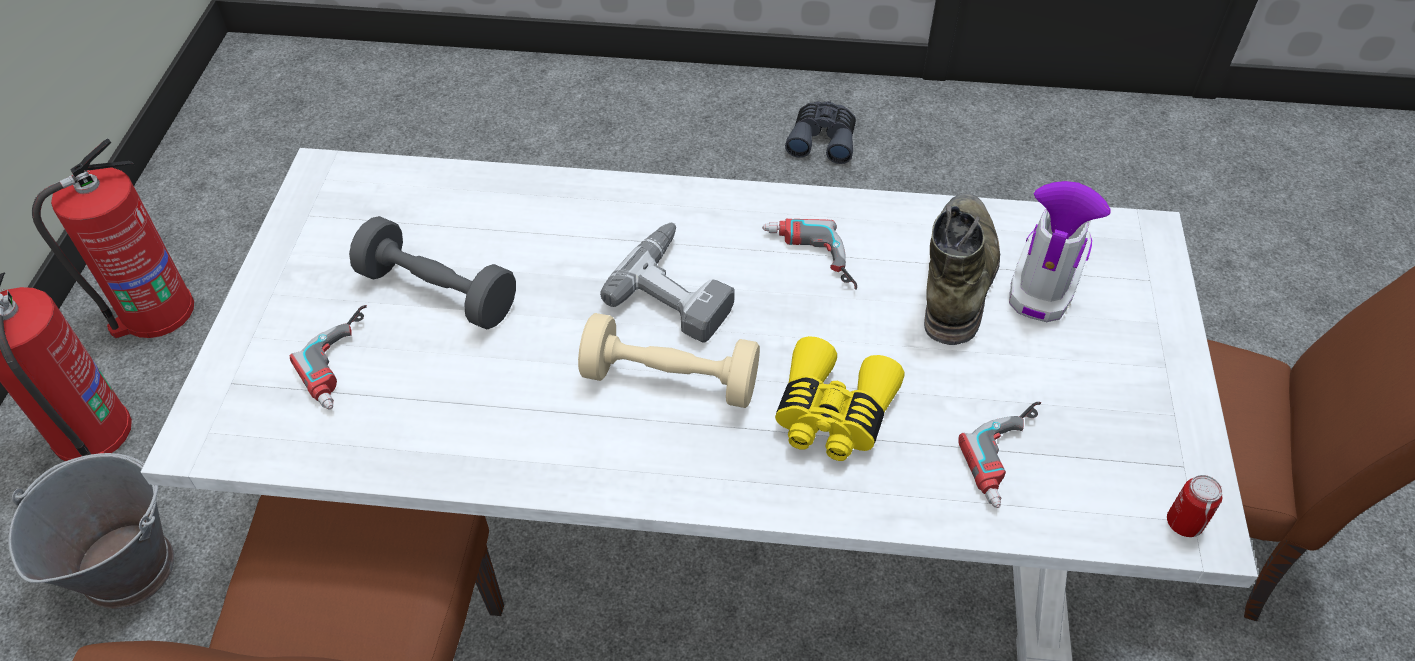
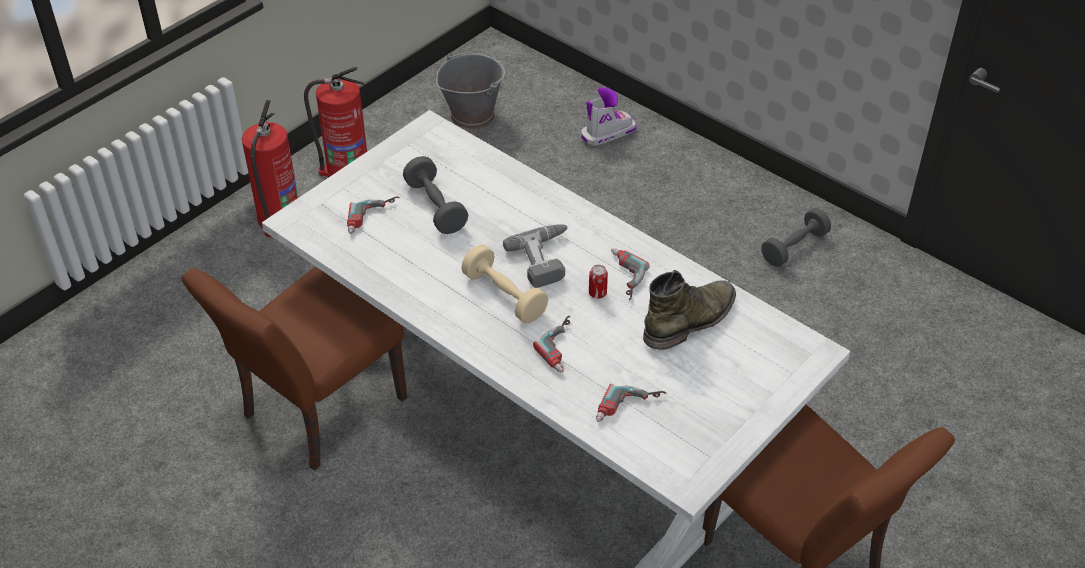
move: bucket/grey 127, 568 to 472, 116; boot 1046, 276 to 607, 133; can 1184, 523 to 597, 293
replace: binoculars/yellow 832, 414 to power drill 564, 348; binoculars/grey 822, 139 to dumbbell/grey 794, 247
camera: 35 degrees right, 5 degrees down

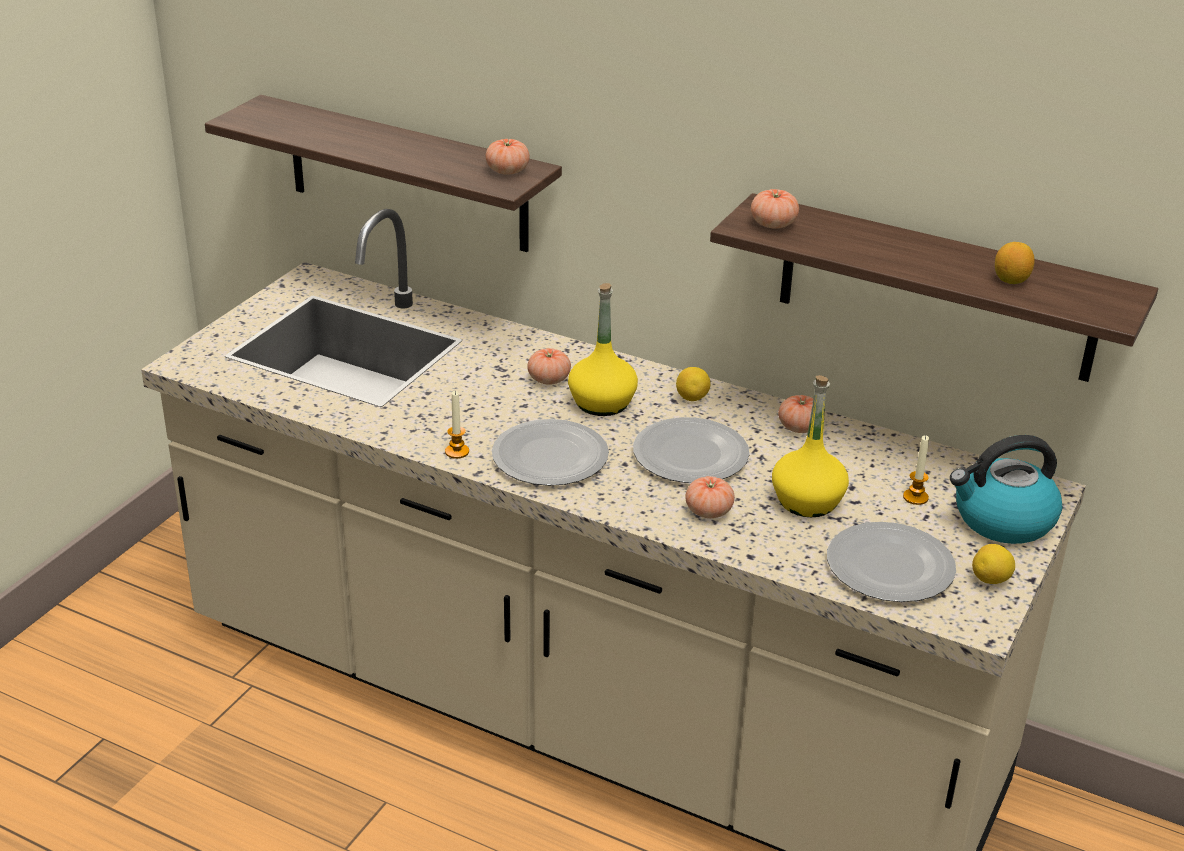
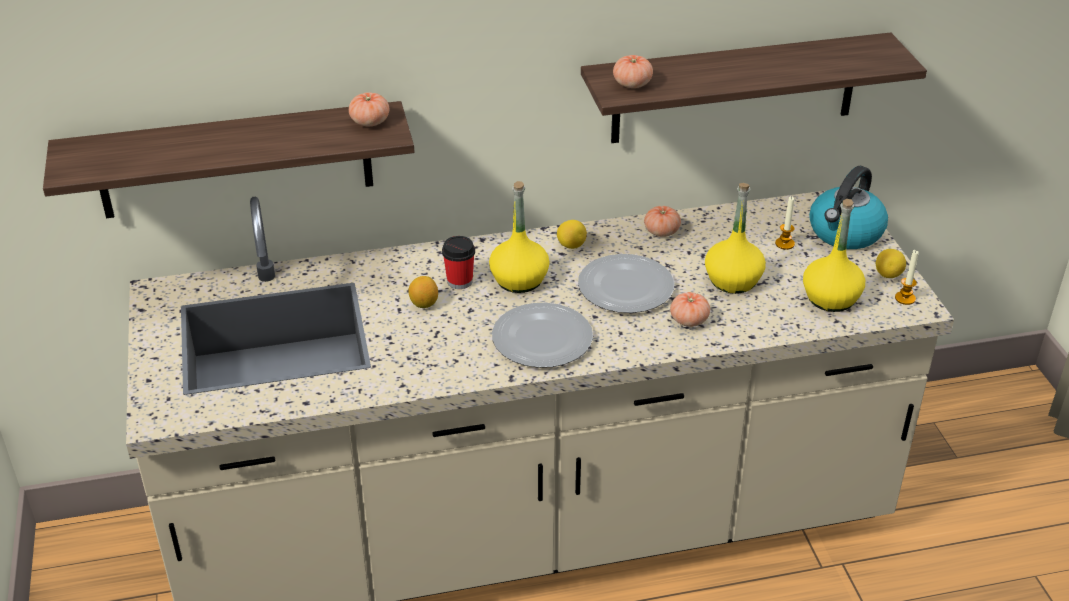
move: lemon 1011, 280 to 424, 304; candle 457, 452 to 905, 298
replace: tomato 549, 379 to cup 459, 281; plate 888, 567 to bottle/yellow 831, 298
camera: 40 degrees left, 5 degrees up

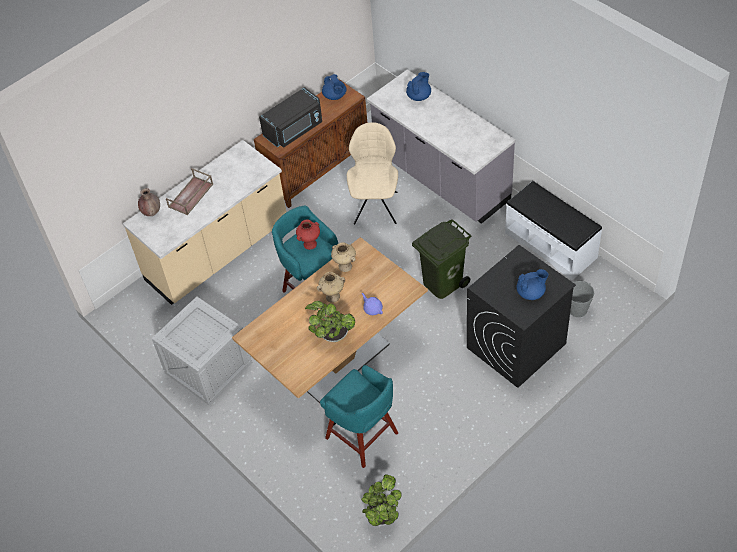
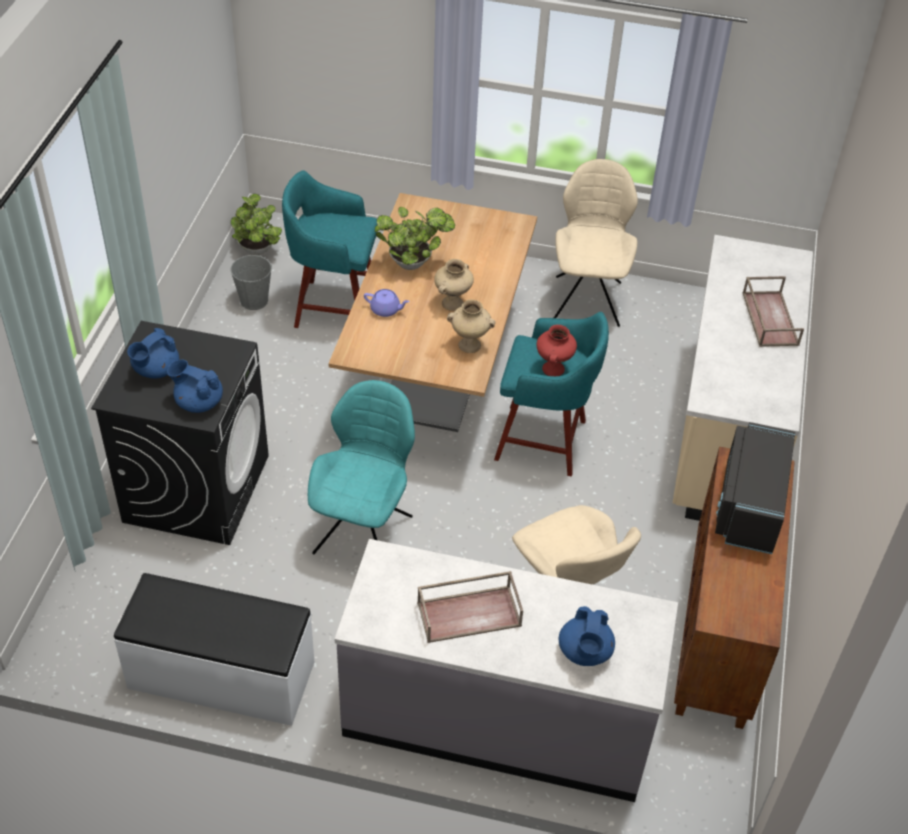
delete: vase/brown 151, 212
insert: tray/brown 470, 613
move: teapot/blue 335, 96 to 198, 402; bucket/grey 577, 309 to 254, 300
replace: trash can/green 442, 282 to chair/turquoise 364, 532; crate 207, 368 to chair/beige 587, 299
camera: 140 degrees right, 5 degrees down

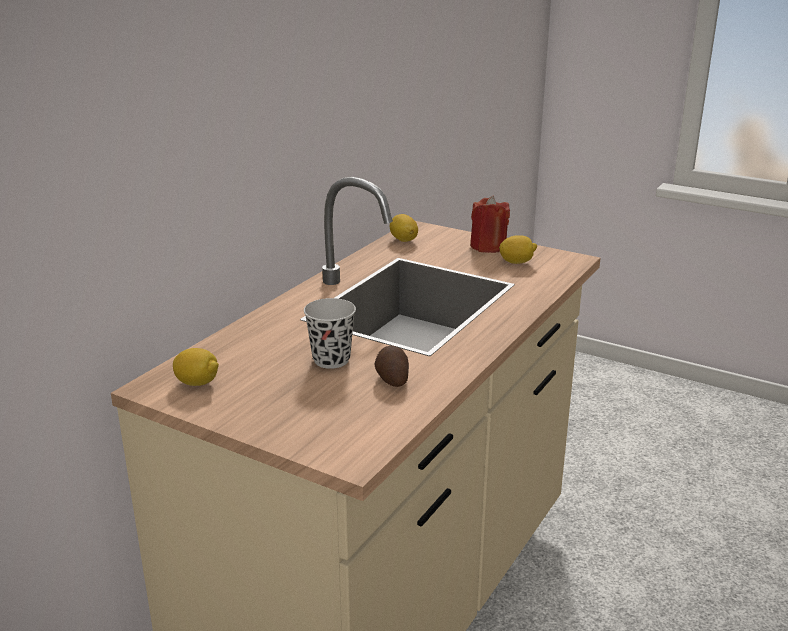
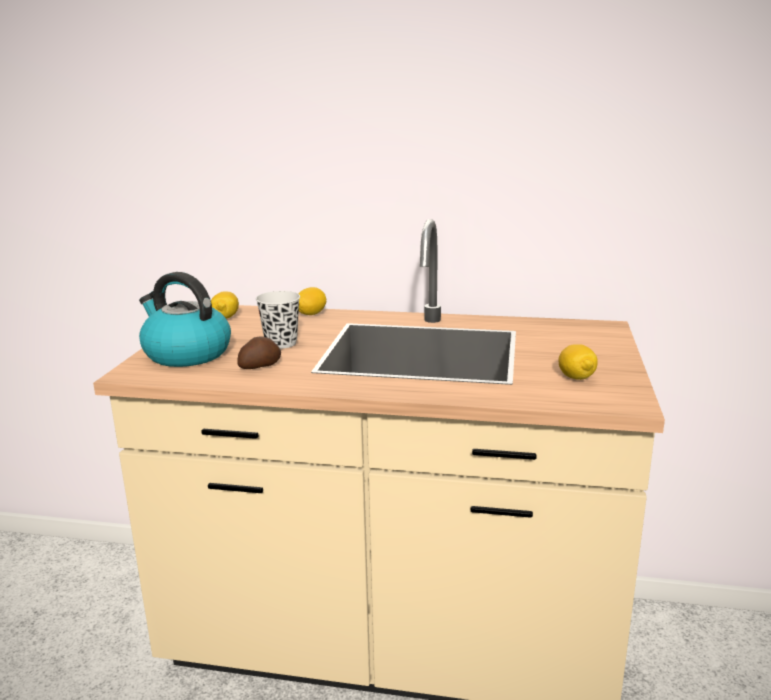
delete: candle/red 488, 247
insert: kettle 186, 354
move: lemon 403, 240 to 311, 314
camera: 70 degrees right, 5 degrees down

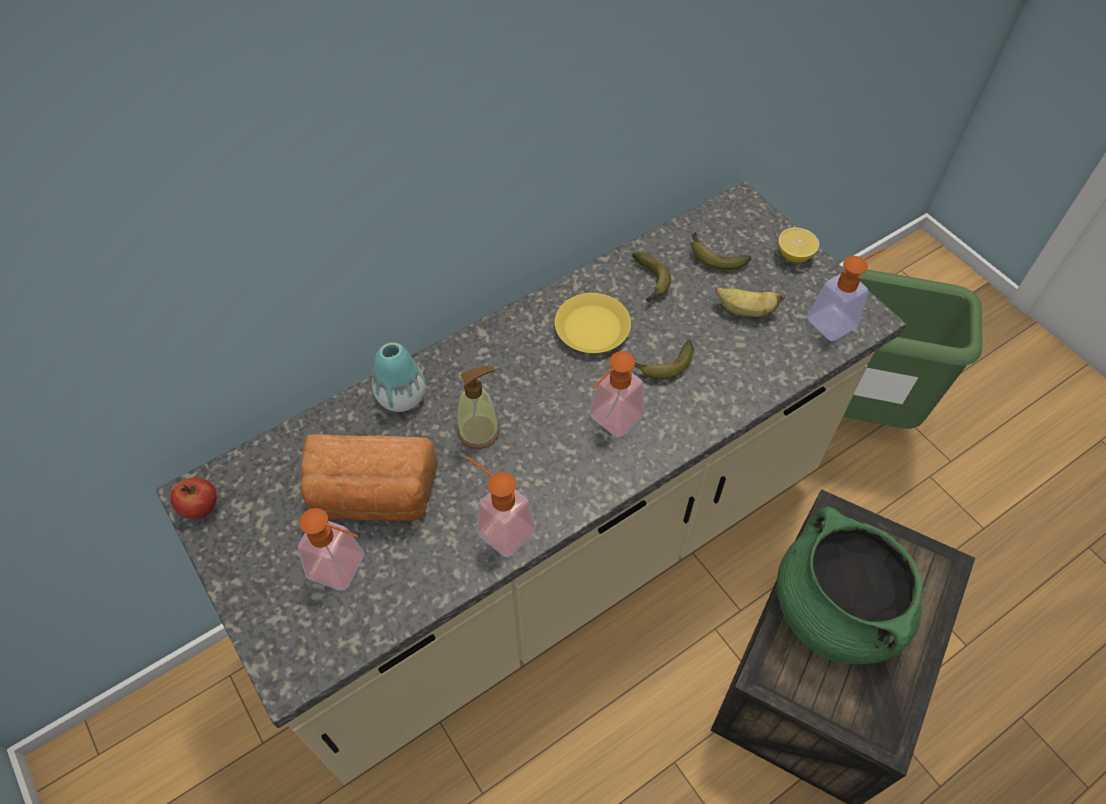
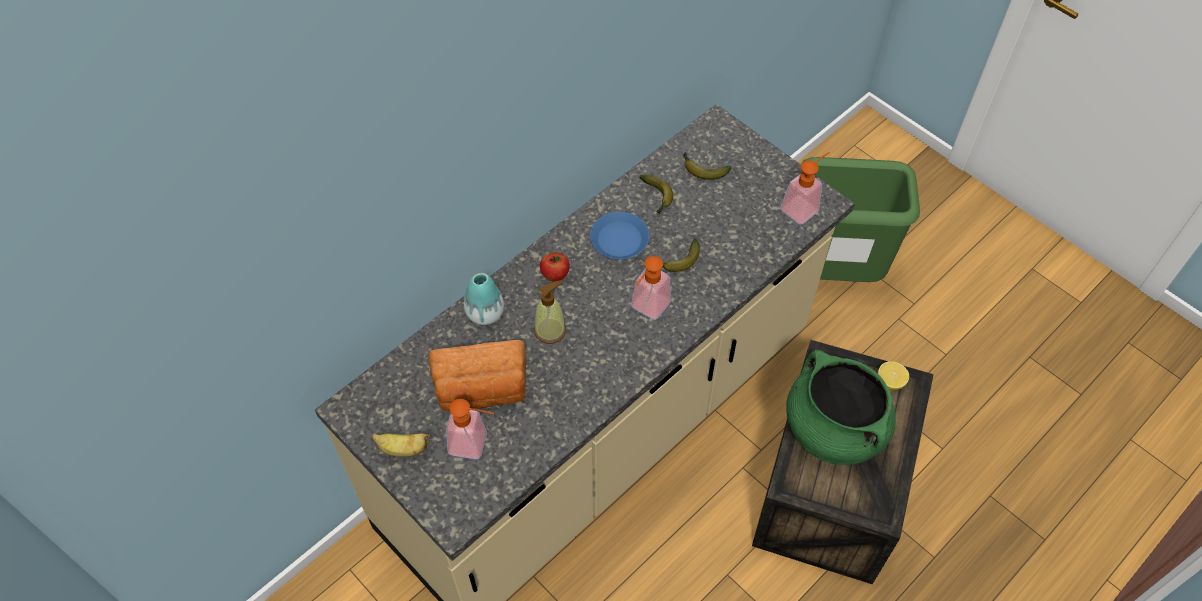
delete: soap dispenser 499, 526
move: banana 745, 311 to 403, 449; apple 201, 508 to 555, 275; lemon 794, 255 to 890, 381
recolor: plate/yellow 592, 328 to plate/blue 619, 240
camera: 10 degrees left, 0 degrees up

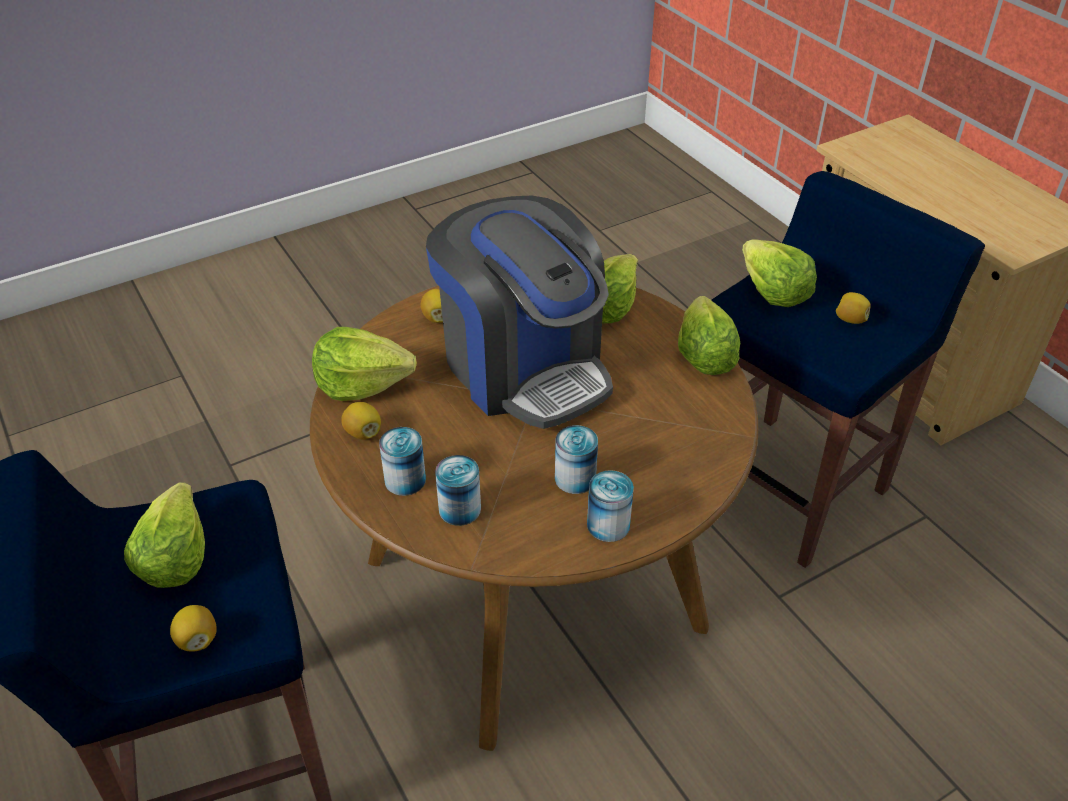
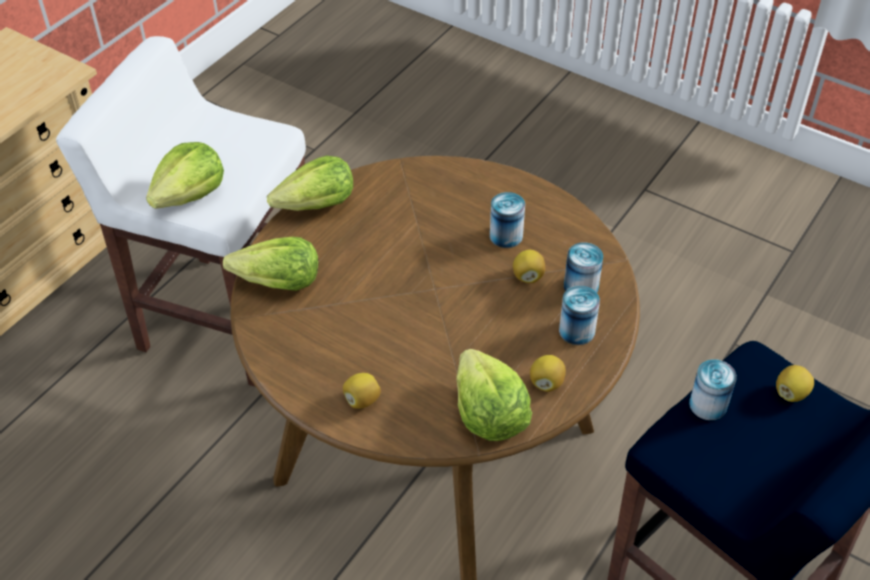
delete: lettuce 174, 556; coffee machine 524, 367
move: lemon 850, 319 to 528, 276; can 608, 525 to 708, 405
recolor: stool/blue 789, 486 to stool/white 226, 317
camera: 115 degrees left, 5 degrees up

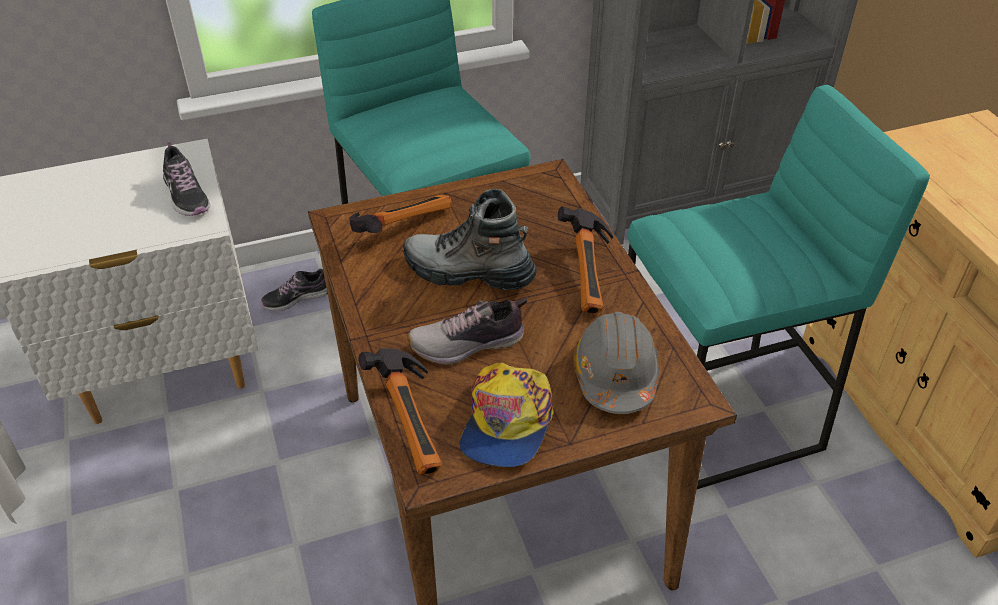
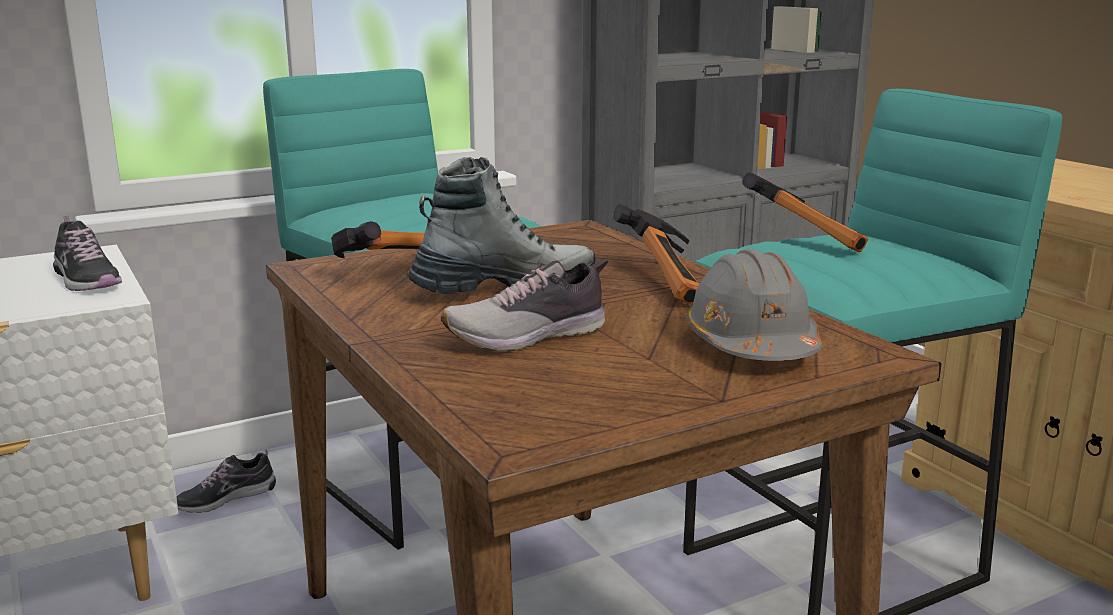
delete: cap 506, 422
move: hammer 415, 422 to 810, 237
rotate: boot 468, 272 = 504, 289 150 degrees clockwise
camera: 10 degrees left, 25 degrees down

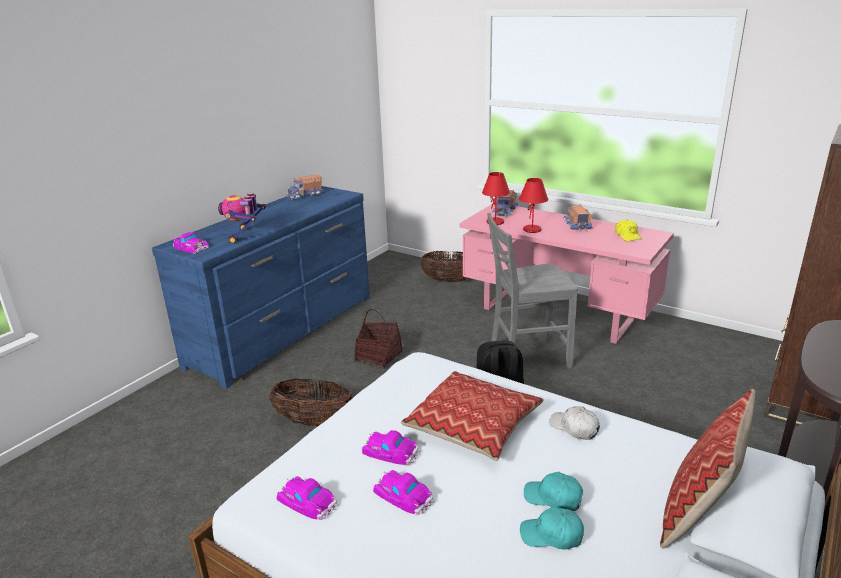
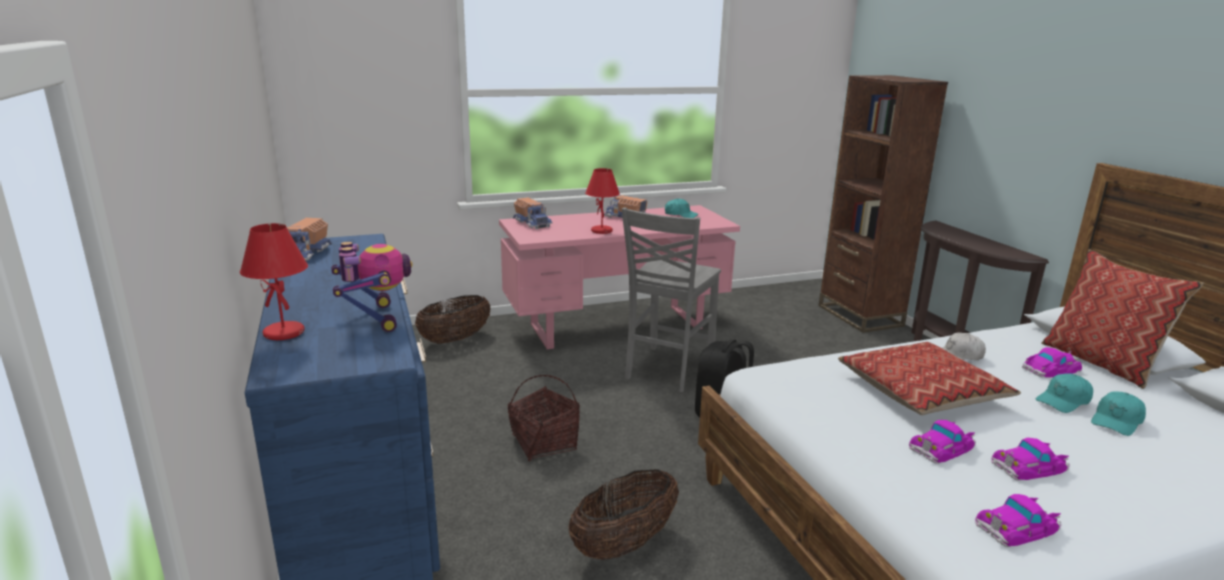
move: table lamp/red 495, 222 to 285, 333; toy car 190, 247 to 1050, 369
recolor: cap/yellow 627, 236 to cap/turquoise 680, 215
rotate: toy robot 245, 236 = 375, 318 150 degrees counterclockwise
camera: 55 degrees left, 5 degrees down

